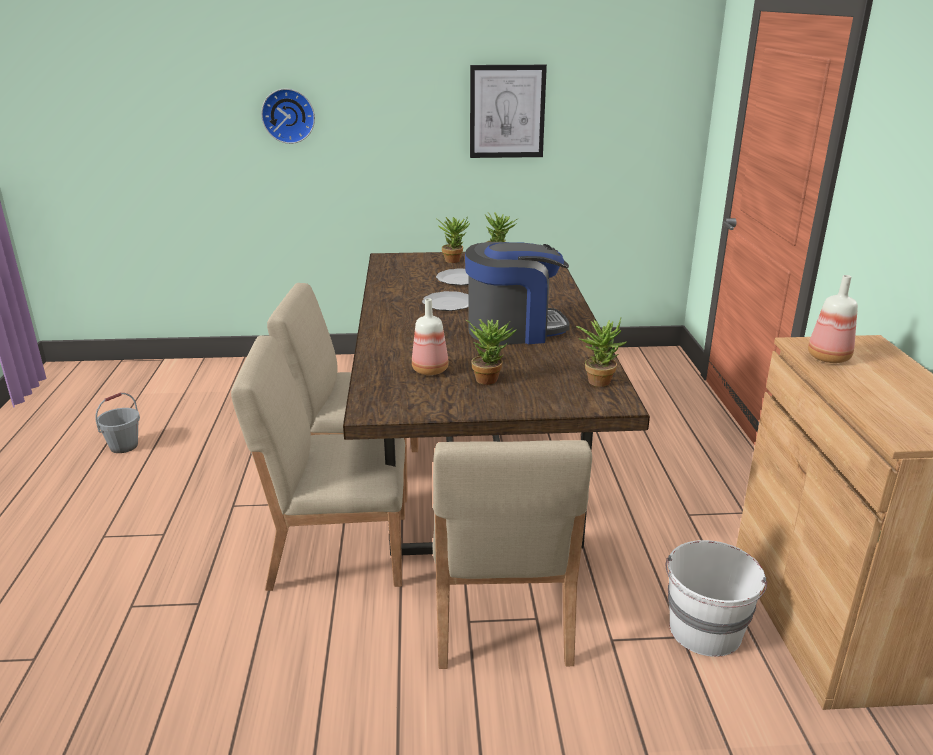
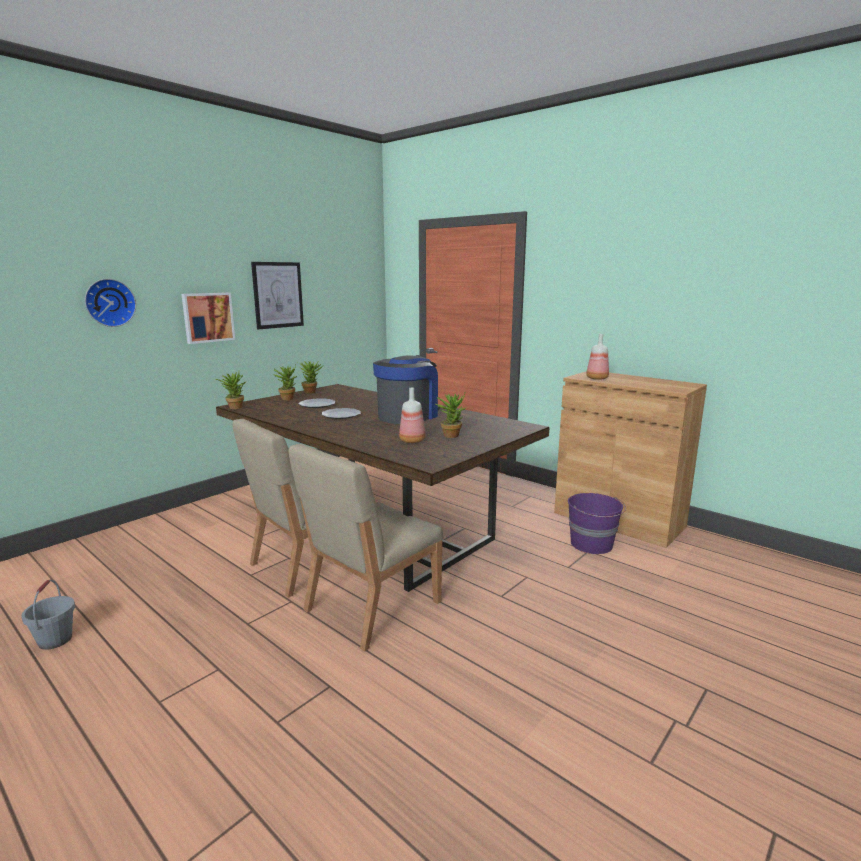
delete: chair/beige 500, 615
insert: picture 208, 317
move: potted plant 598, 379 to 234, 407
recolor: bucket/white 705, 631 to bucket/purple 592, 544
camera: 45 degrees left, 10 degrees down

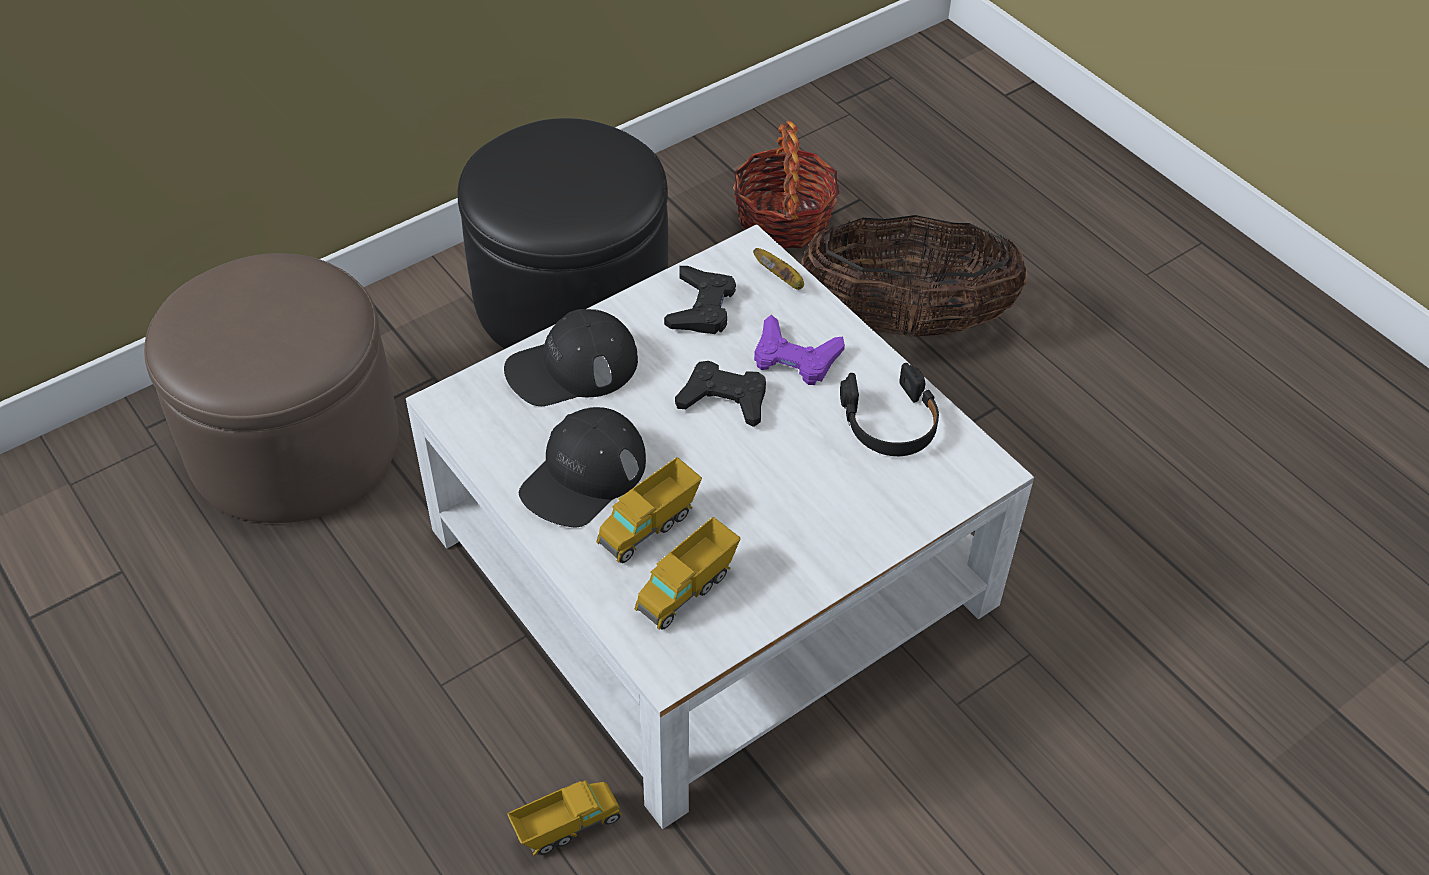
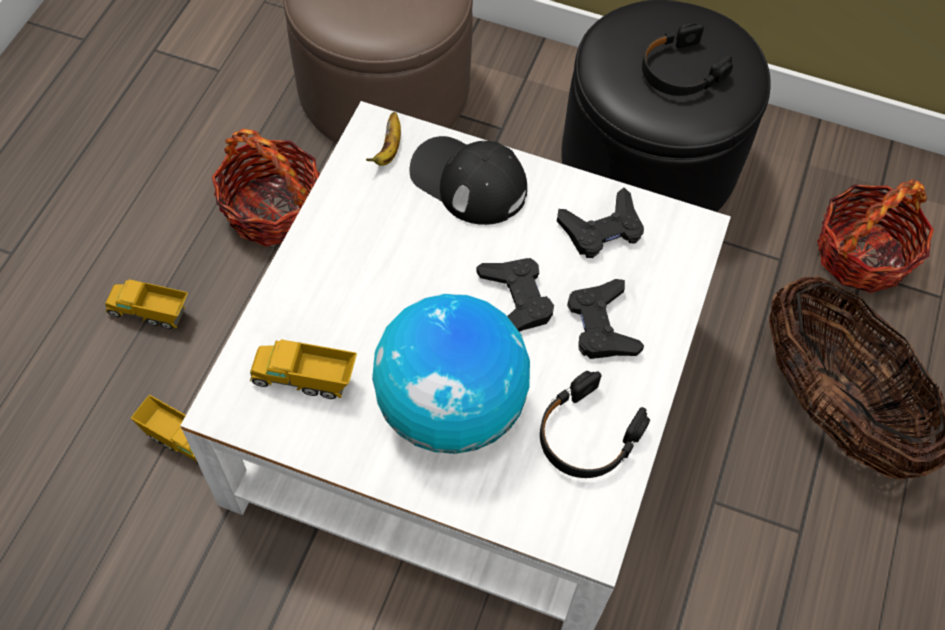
delete: cap/black 583, 475
insert: basket 273, 209; globe 450, 406; headphones/black 680, 71
move: toy truck 649, 526 to 151, 313; banana 781, 279 to 388, 149
recolor: game controller/purple 795, 358 to game controller/black 601, 325
camera: 55 degrees right, 10 degrees up

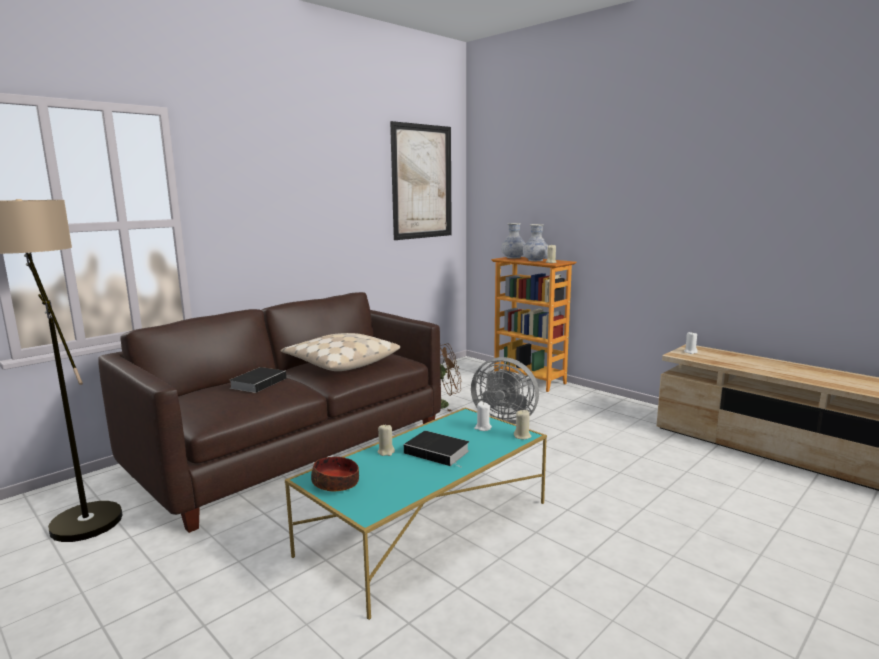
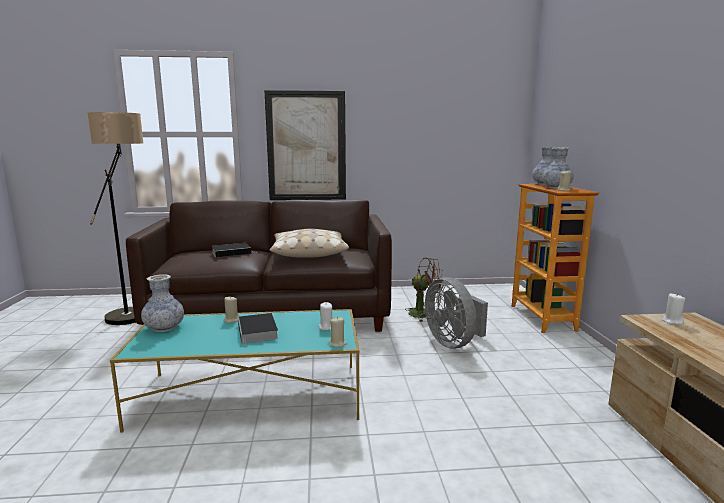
move: picture 422, 182 to 306, 146
replace: bowl 336, 484 to vase 164, 328
camera: 40 degrees right, 0 degrees up

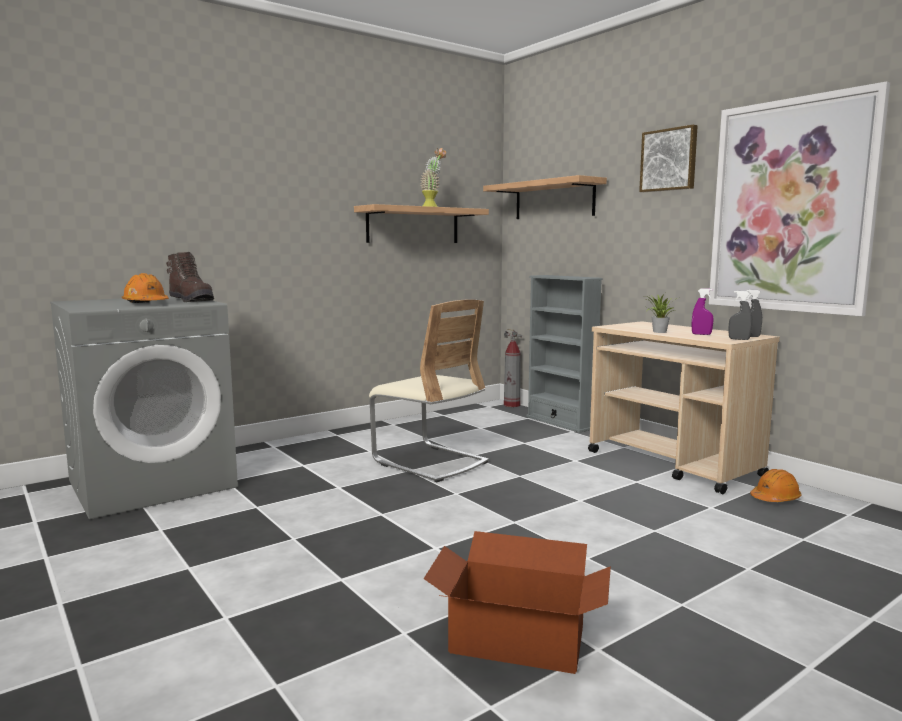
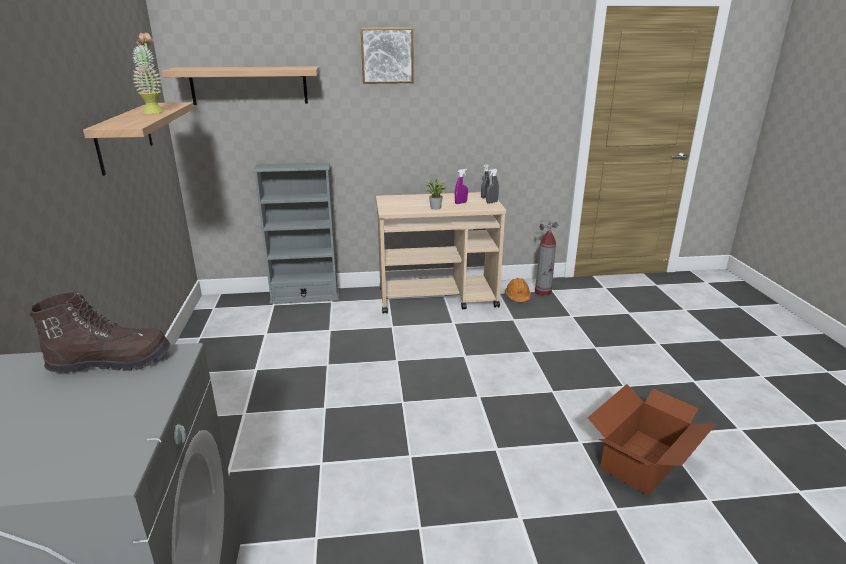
delete: hard hat/orange 146, 304; chair/beige 430, 462; picture 790, 206
move: fire extinguisher 512, 405 to 543, 292
camera: 60 degrees left, 15 degrees up

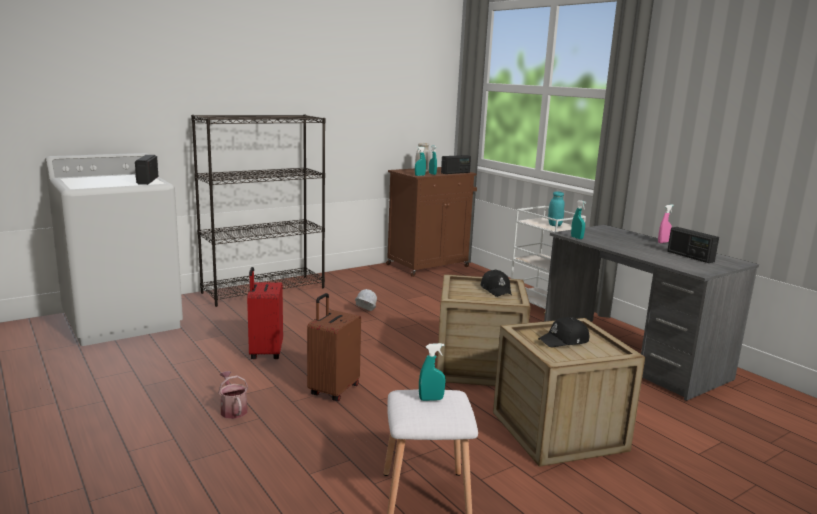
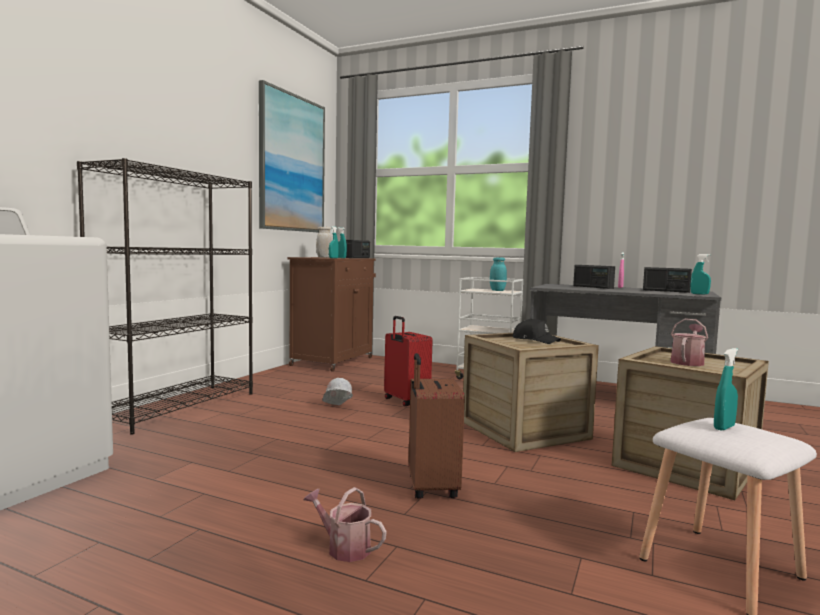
insert: picture 292, 163
move: suitcase/red 265, 352 to 405, 401; radio 147, 180 to 593, 287; spray bottle/turquoise 577, 238 to 699, 294
replace: cap/black 564, 341 to watering can 688, 362
camera: 30 degrees left, 10 degrees down

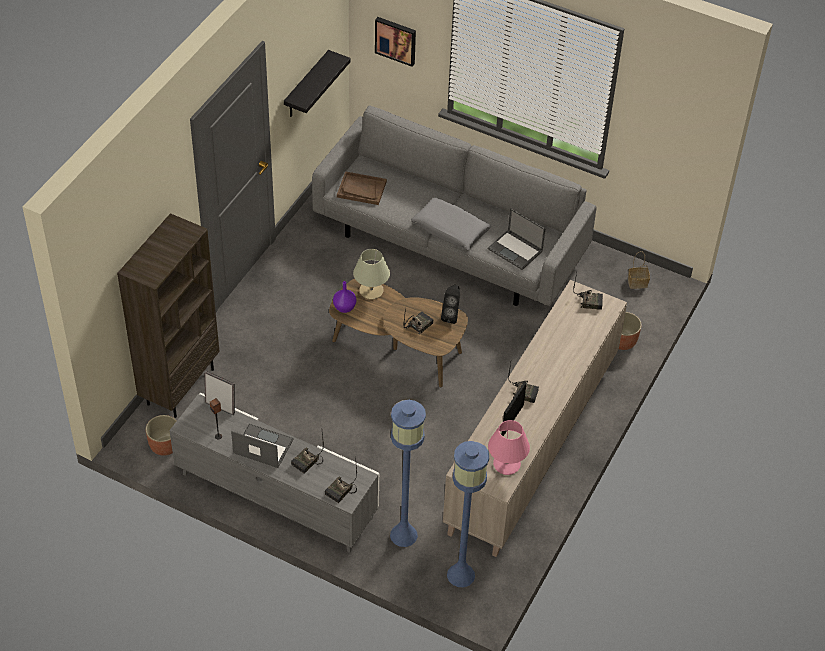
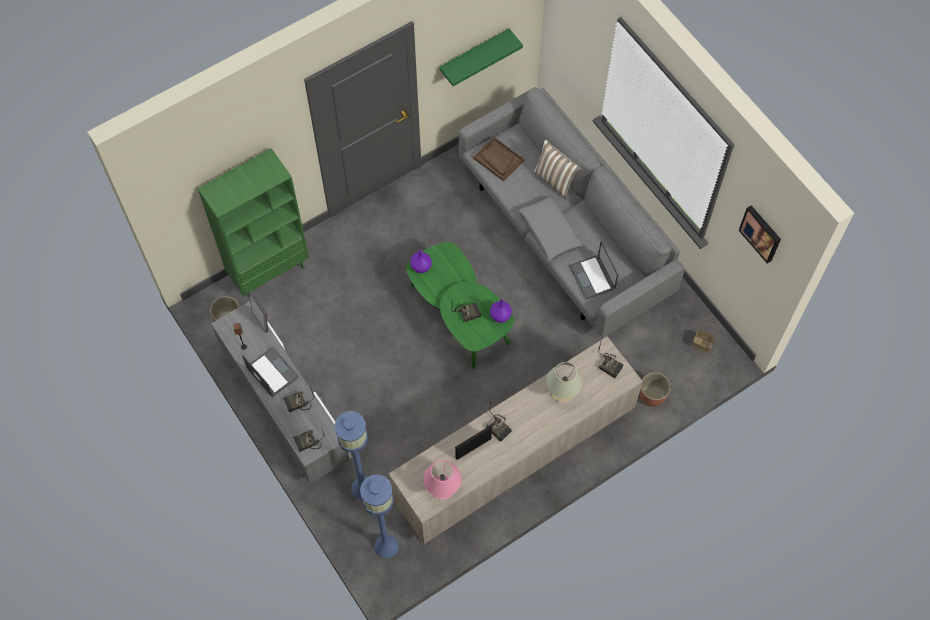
insert: pillow 555, 180
move: table lamp/beige 371, 291 to 562, 391; picture 396, 40 to 761, 233
replace: speaker/black 451, 315 to vase/purple 501, 316
recolor: bookcase/brown 180, 386 to bookcase/green 269, 271; coffee table/brown 398, 348 to coffee table/green 459, 315; shelf/black 306, 86 to shelf/green 474, 55
camera: 30 degrees right, 15 degrees up

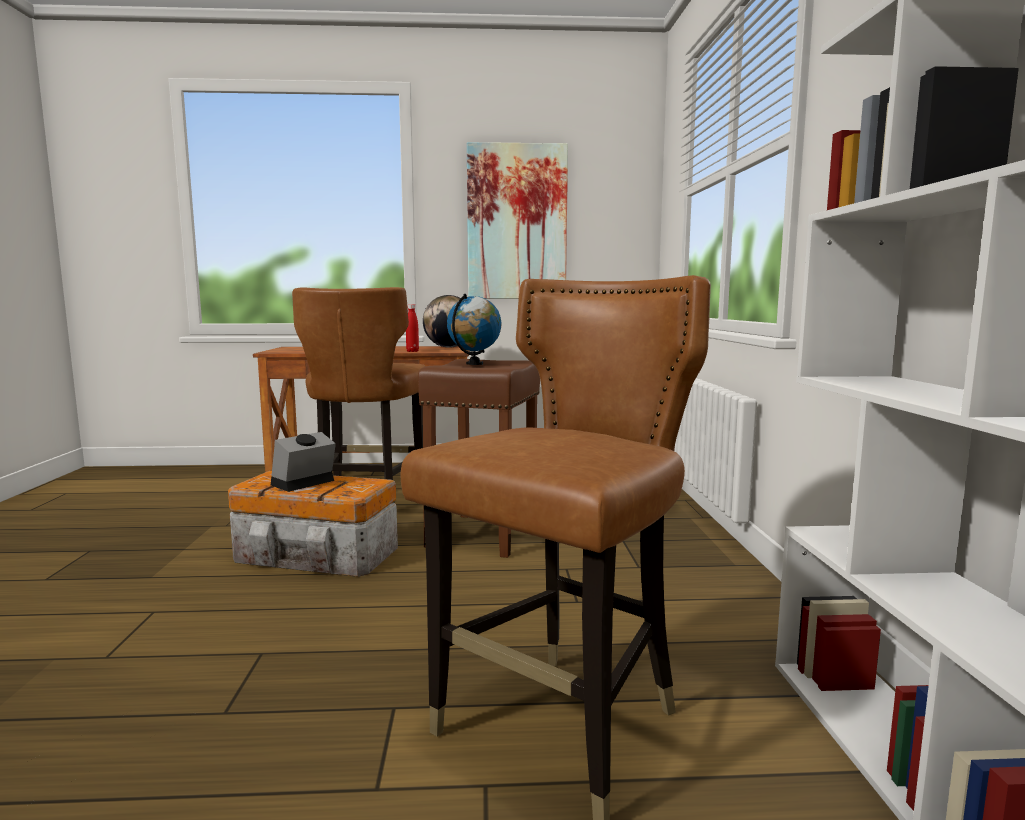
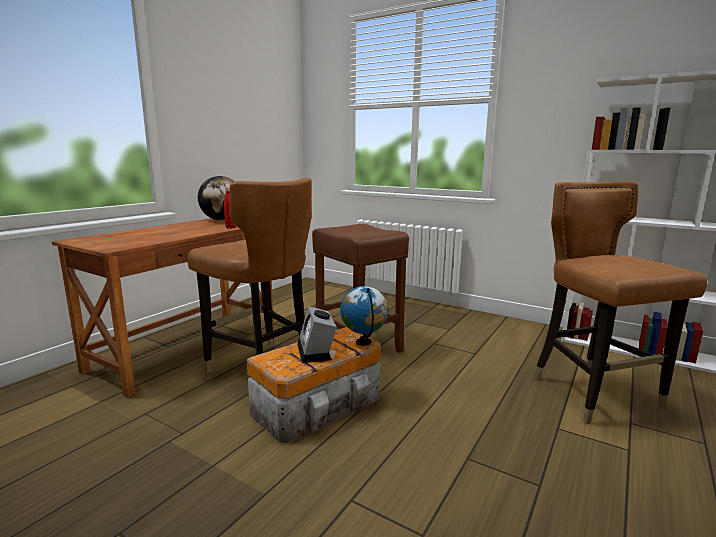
delete: picture 517, 222
move: globe 474, 364 to 364, 342
camera: 55 degrees left, 5 degrees up

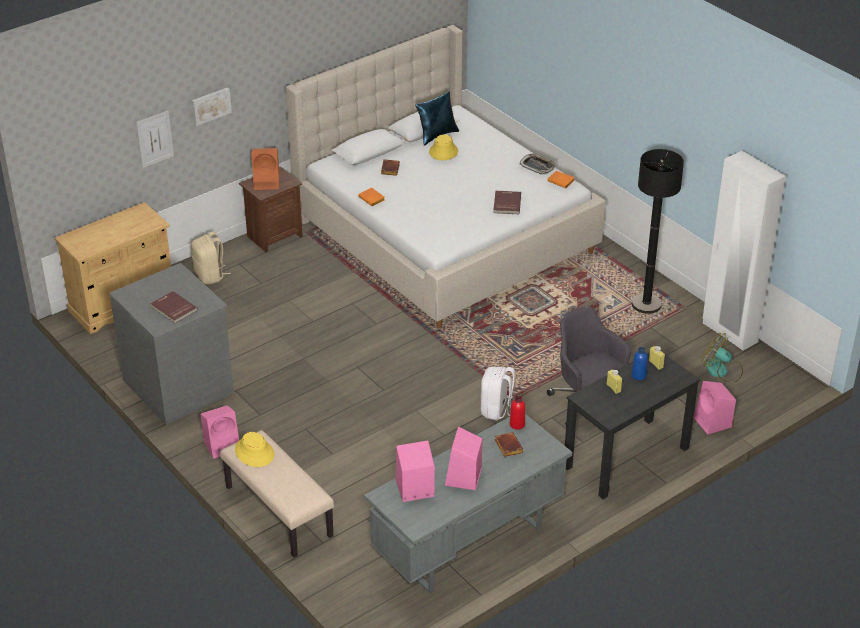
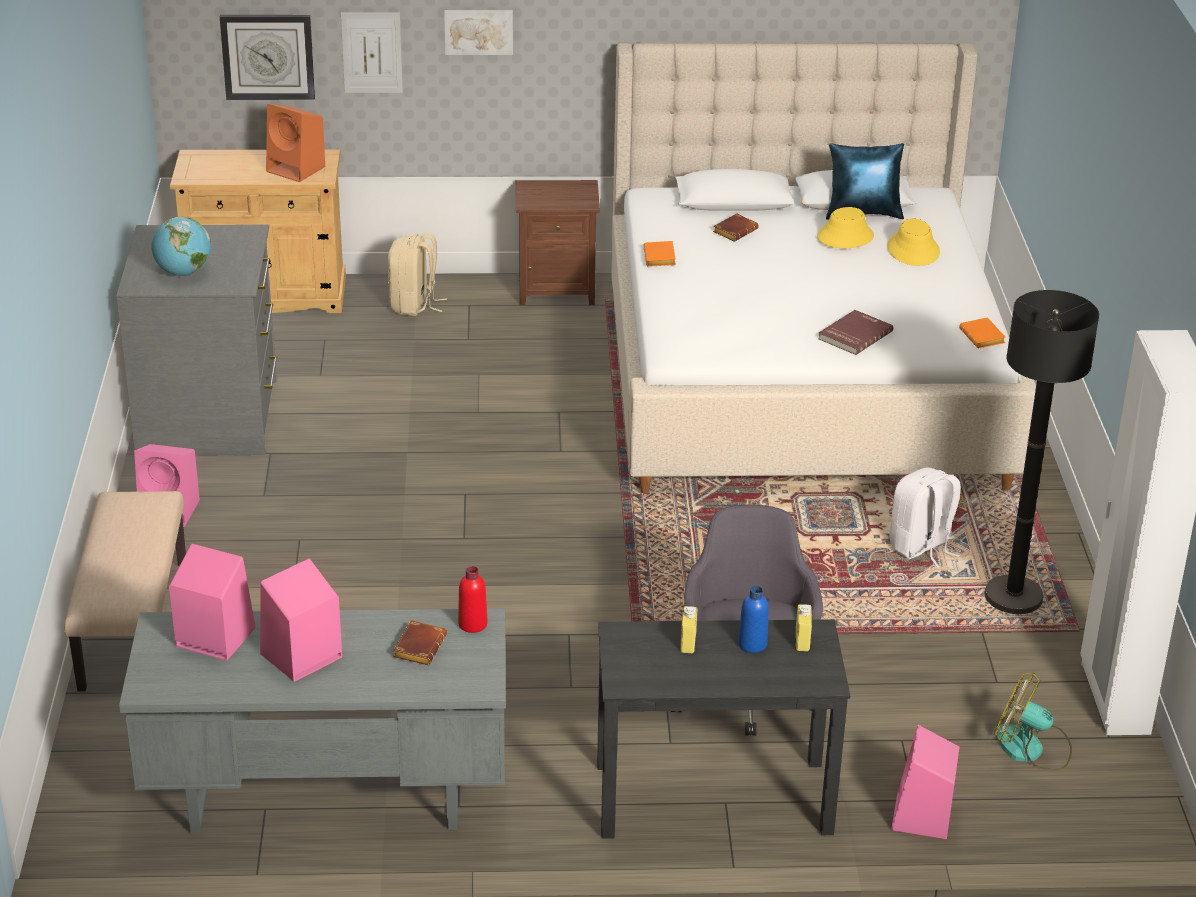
delete: tray 537, 166
insert: wall clock 268, 56
move: speaker/orange 267, 182 to 297, 169; hat/yellow 254, 452 to 913, 250; backpack/white 497, 410 to 922, 547
replace: book/red 173, 309 to globe 183, 273
rotate: fan 722, 371 = 1031, 748 45 degrees counterclockwise
camera: 35 degrees right, 5 degrees down

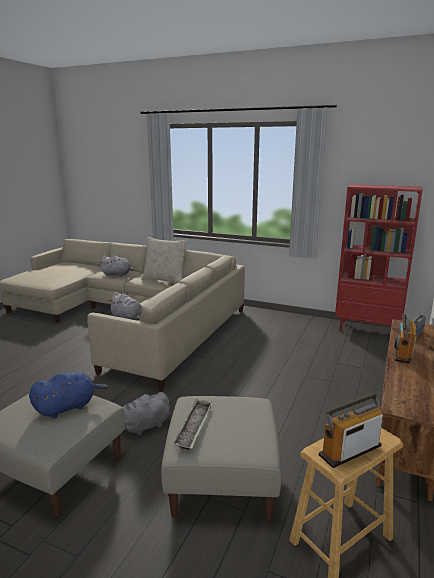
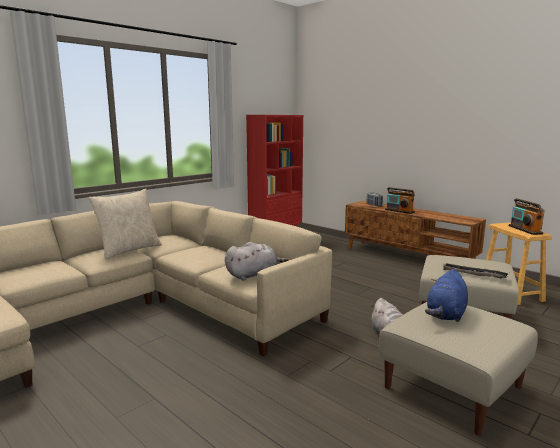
delete: plush toy/grey 117, 274
rotate: plush toy/blue 68, 407 = 446, 314 135 degrees counterclockwise
camera: 70 degrees left, 5 degrees down

